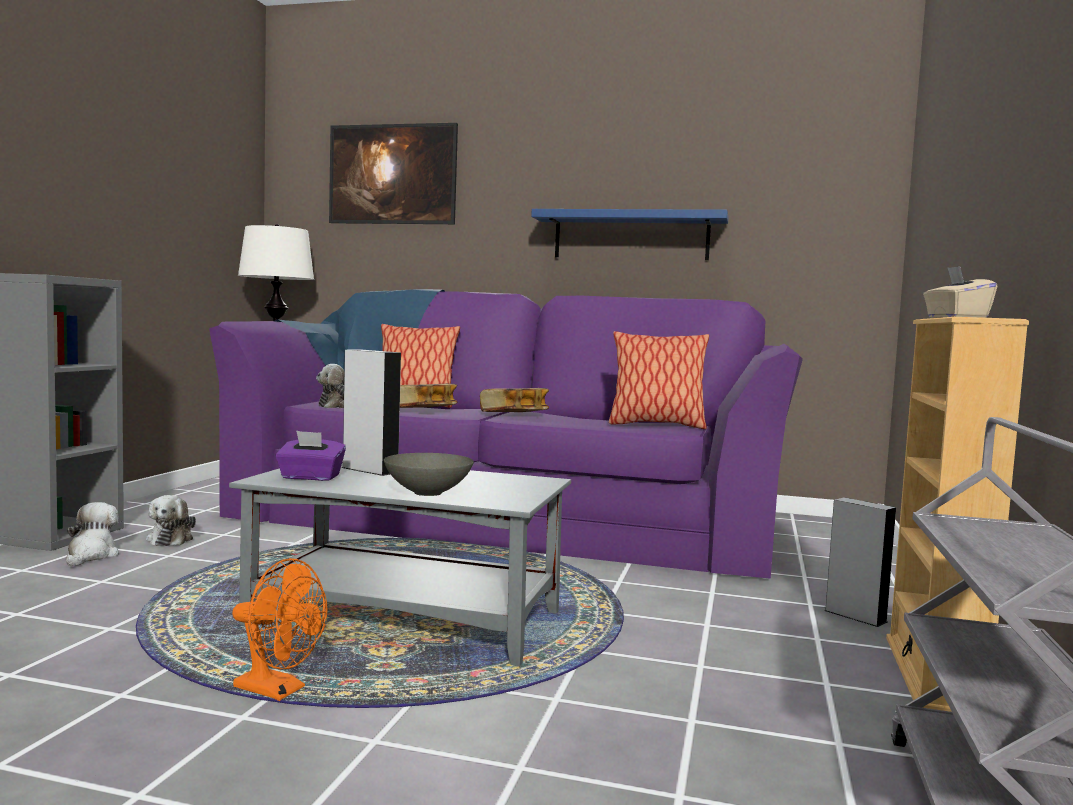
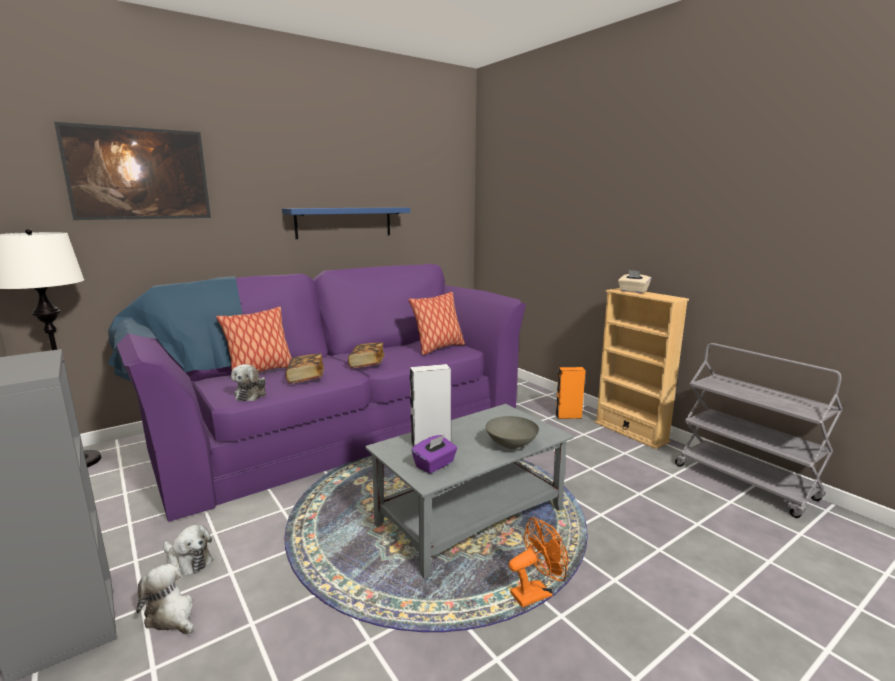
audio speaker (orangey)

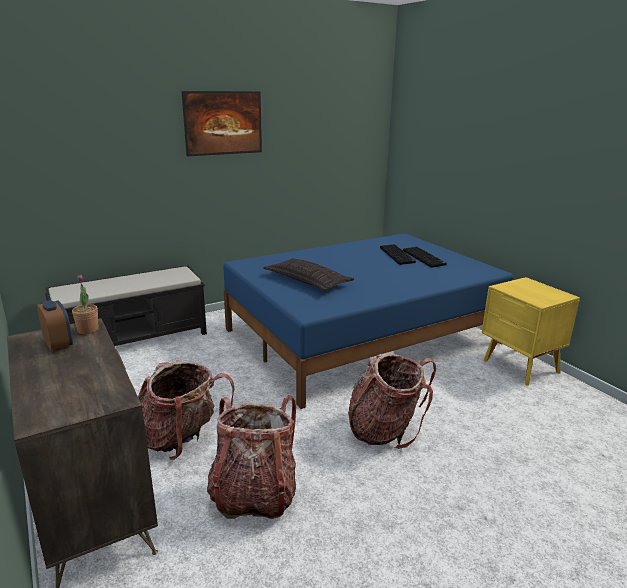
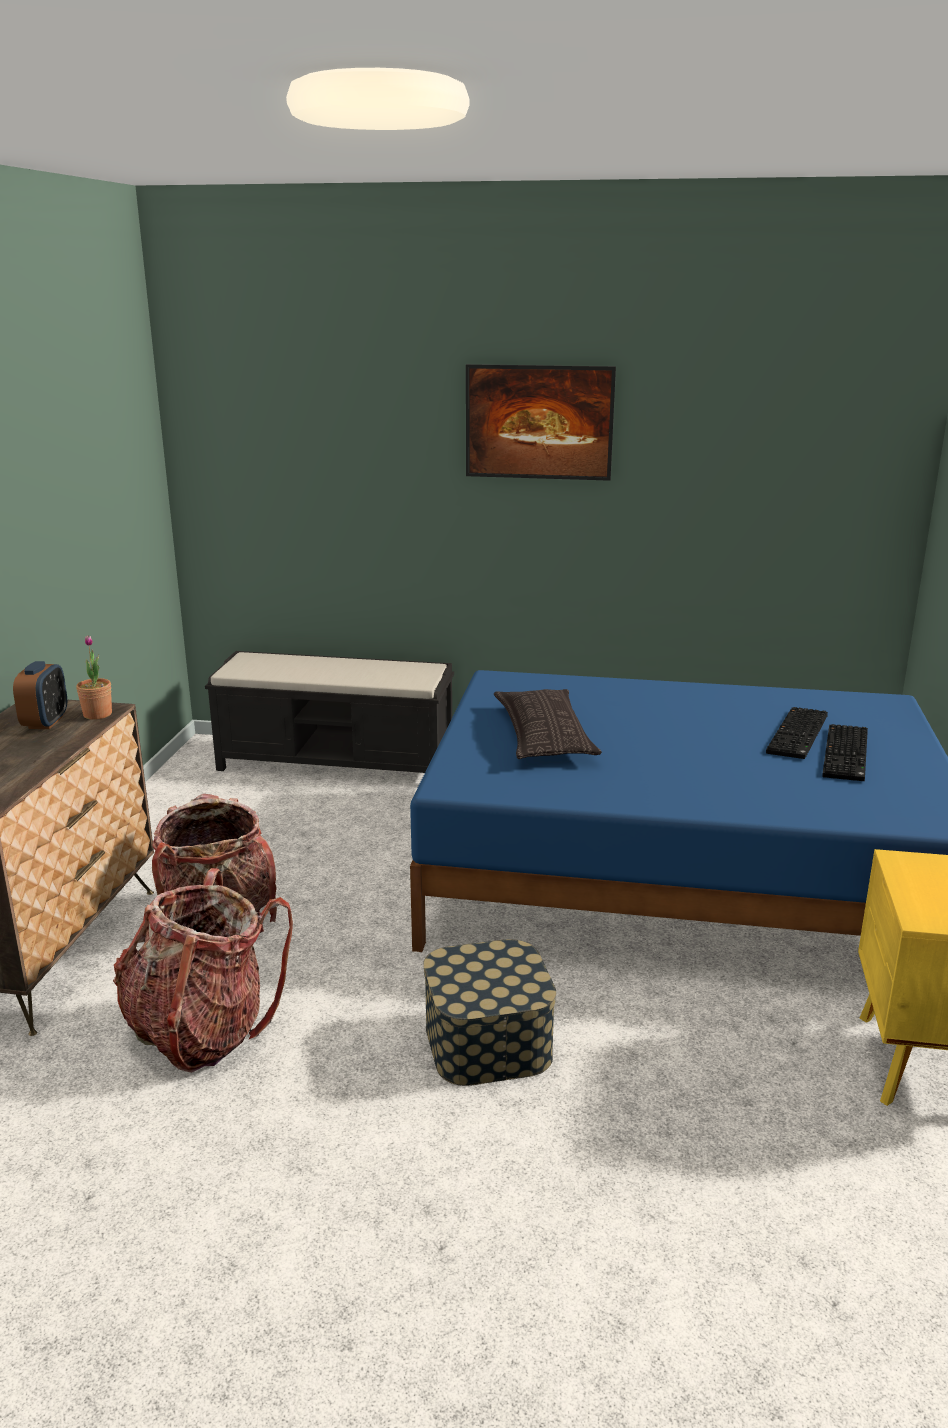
storage container

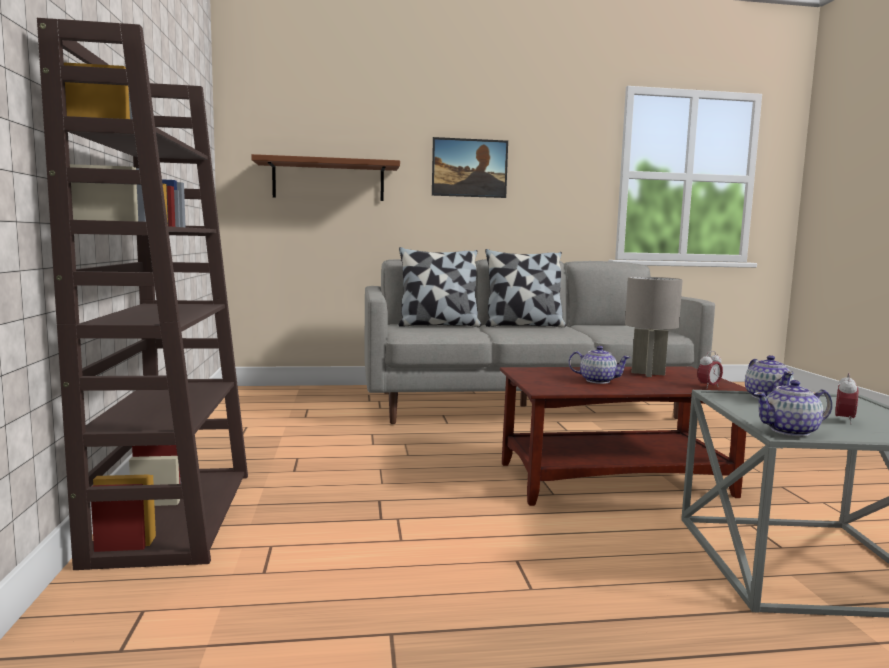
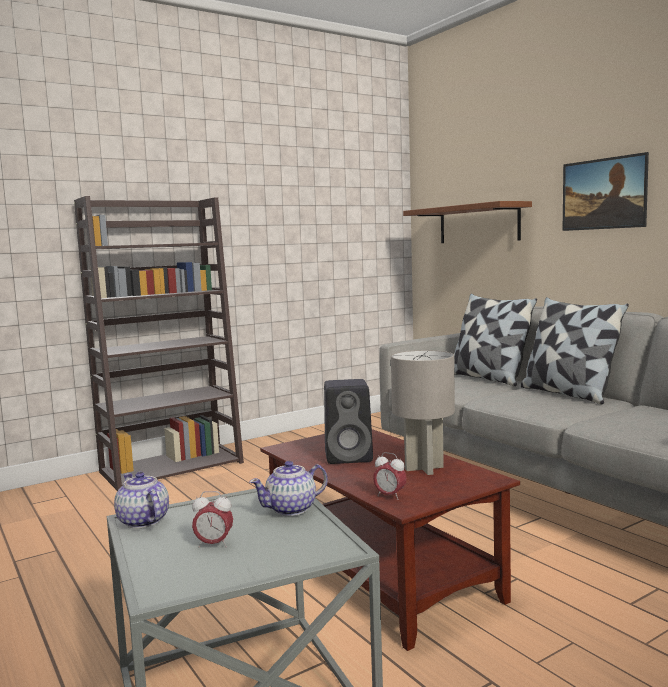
audio speaker (black-coloured)

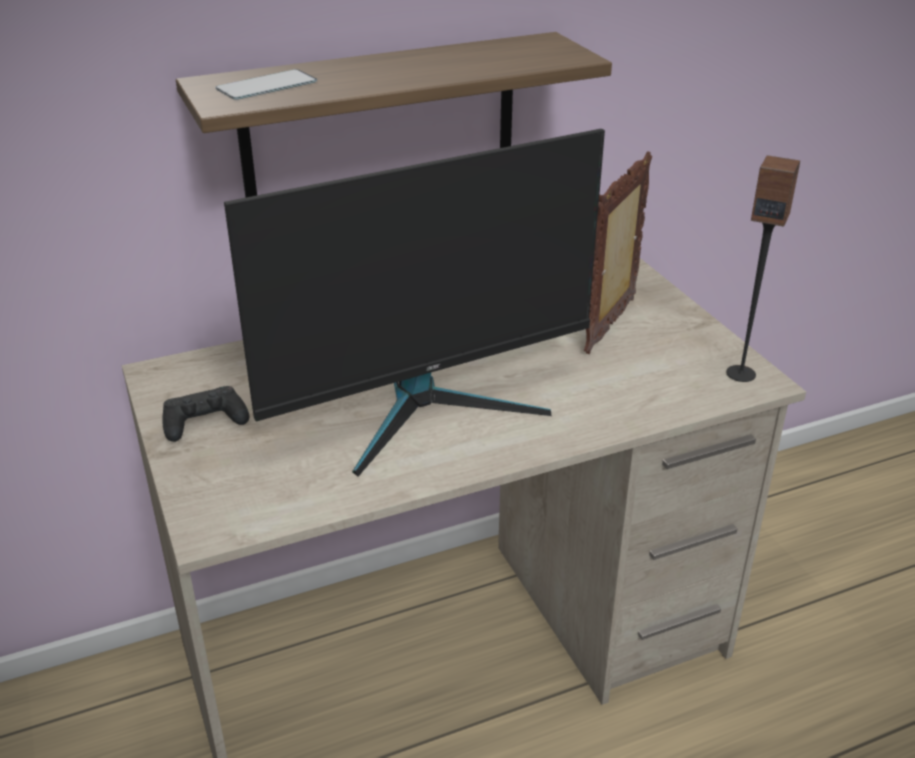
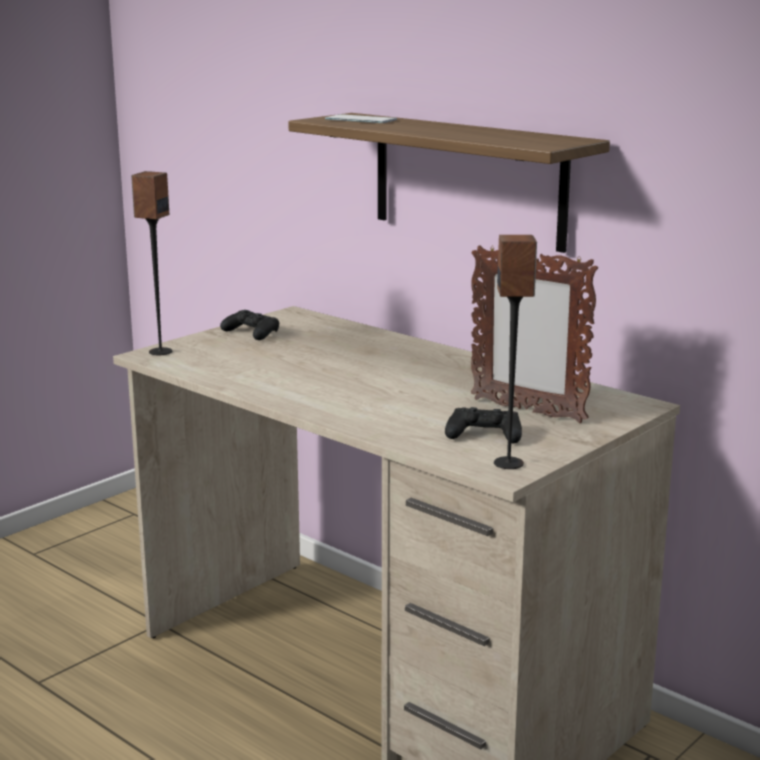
computer display
audio speaker (no. 1 from left)
gamepad (black-coloured) (no. 2 from left)
picture frame

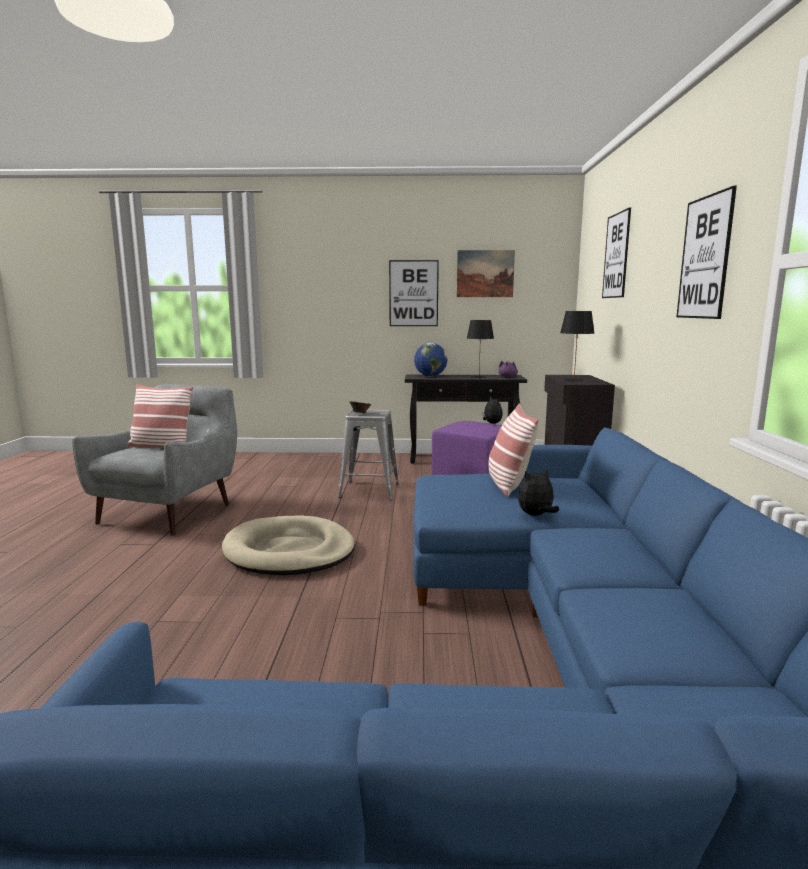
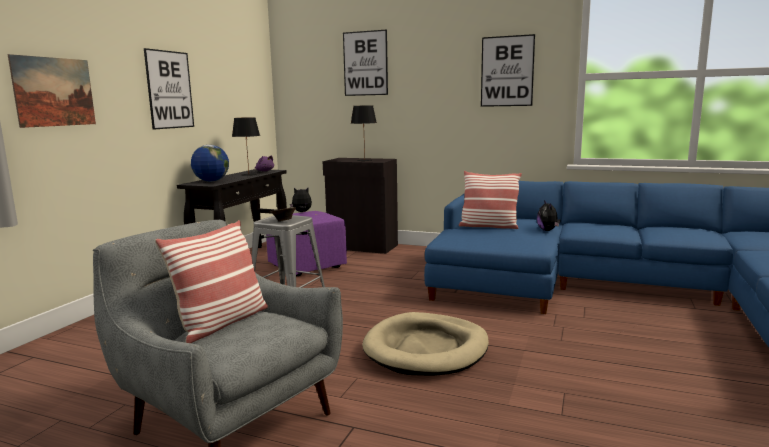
picture (no. 1 from left)

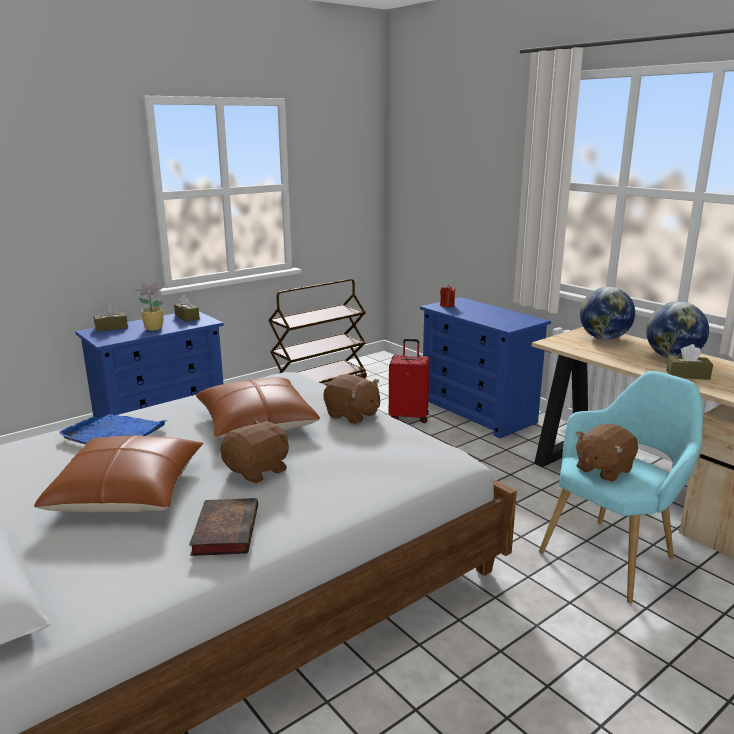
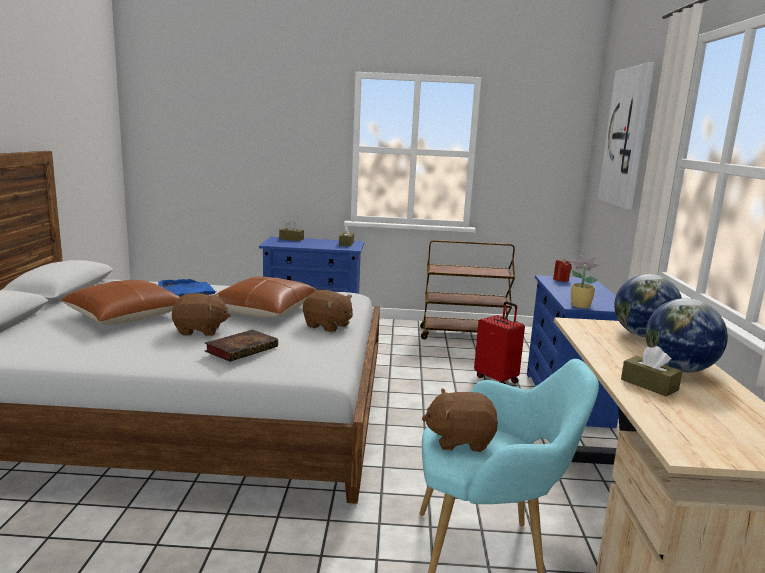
picture
potted plant
volume
soft toy (brown) (no. 2 from left)

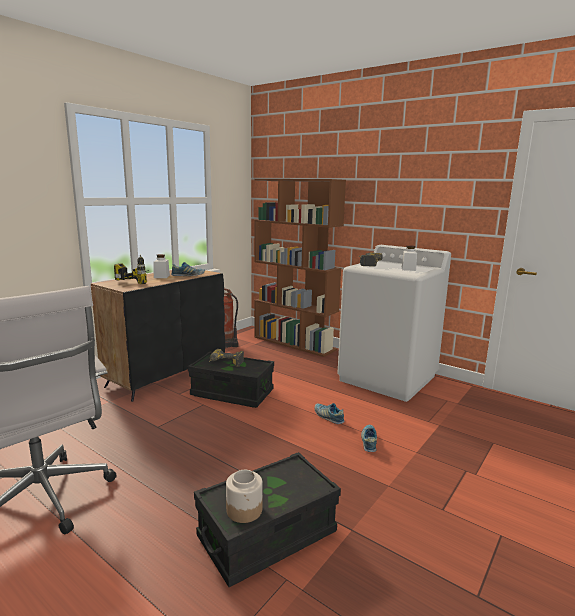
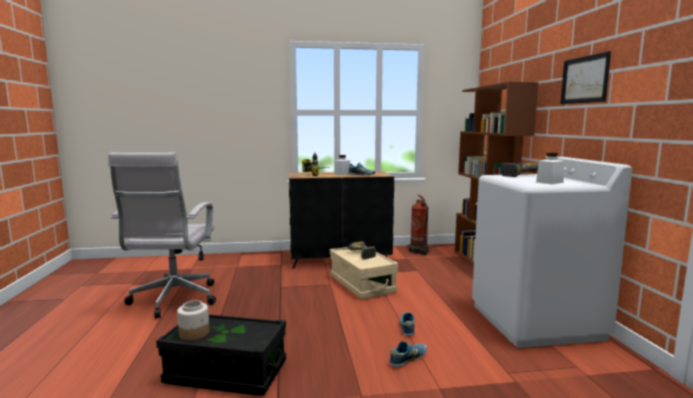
picture
storage container (beige-coloured)

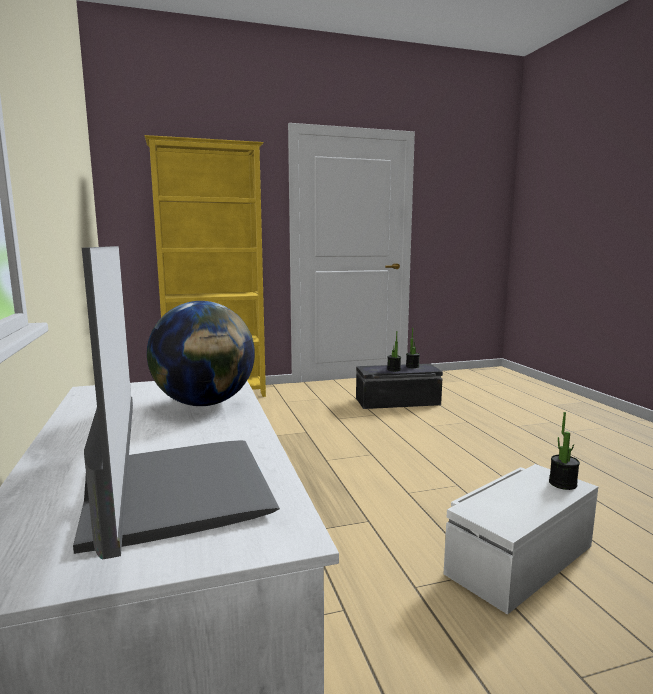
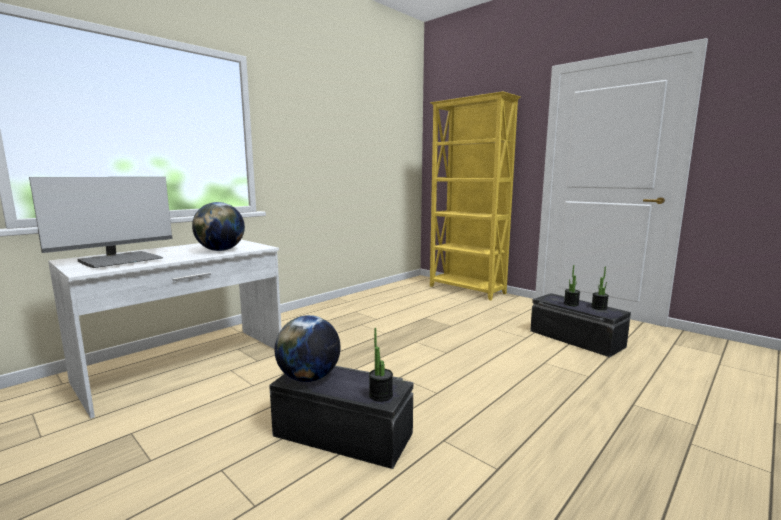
world globe (no. 2 from left)
storage container (black-coloured) (no. 1 from left)

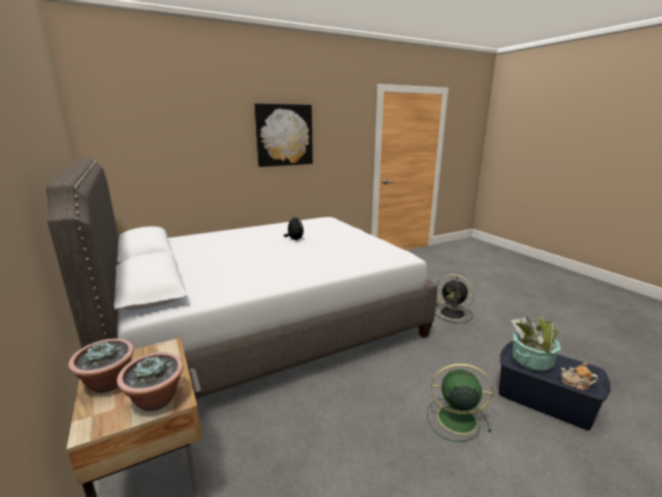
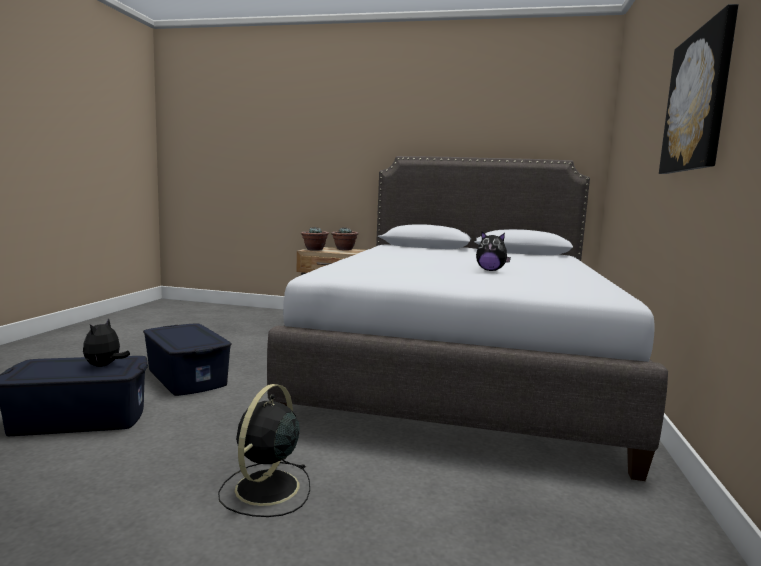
tea pot
storage container (blue) (no. 2 from left)
soft toy (no. 1 from left)
cooling fan (black-coloured)

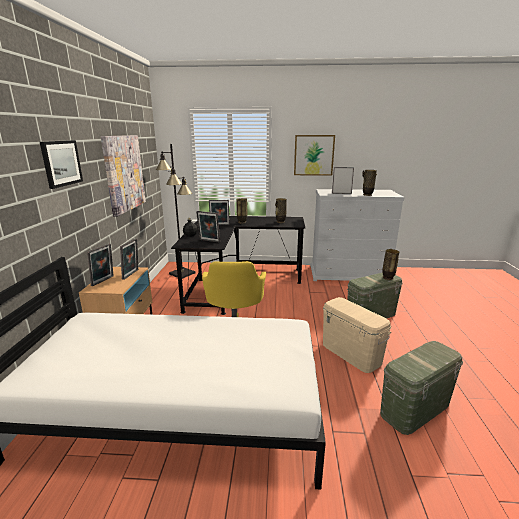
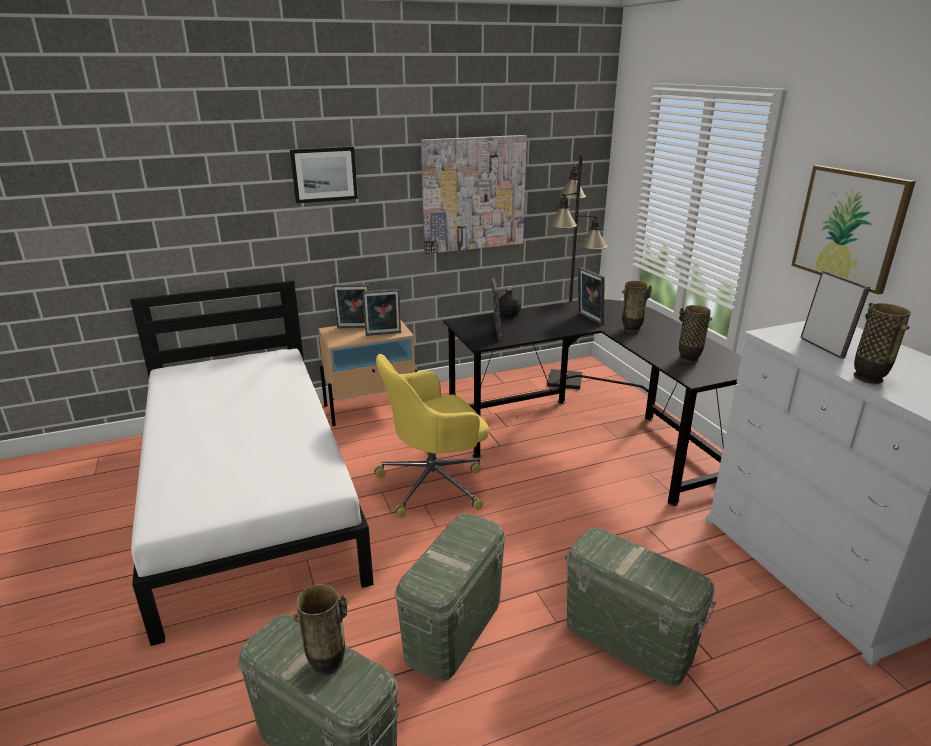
decorative vase (no. 1 from left)
storage container (green-coloured) (no. 2 from left)

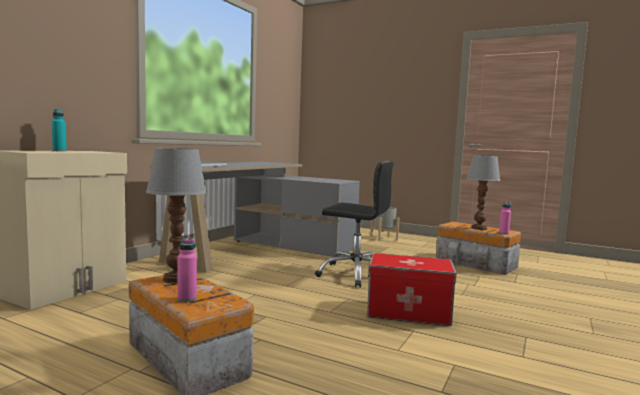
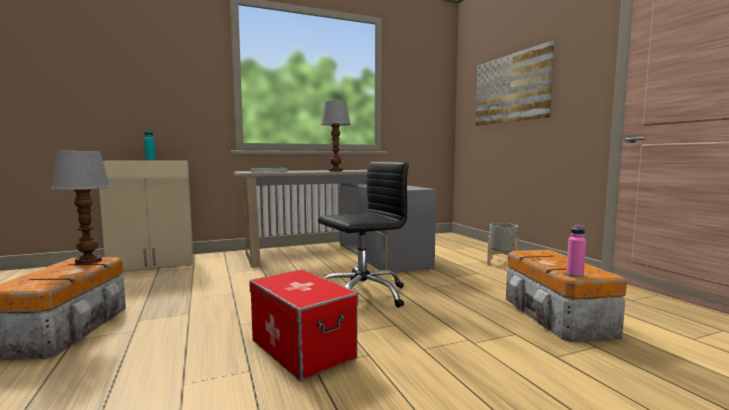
drink bottle (pinkish) (no. 1 from left in the first image)
picture
lamp for a table (no. 2 from left)
computer chair (black-coloured)

